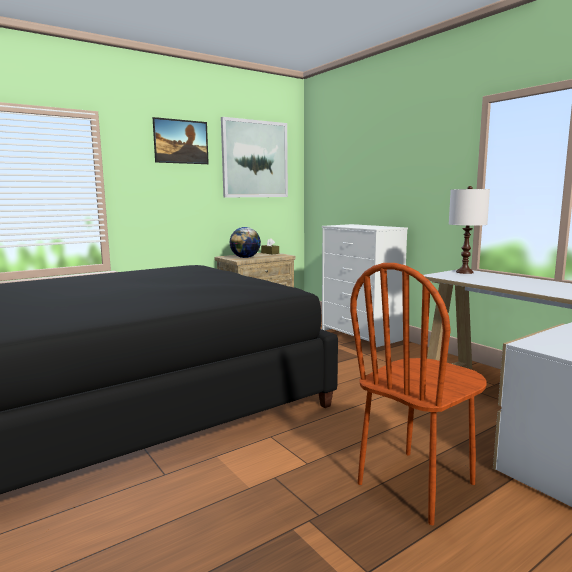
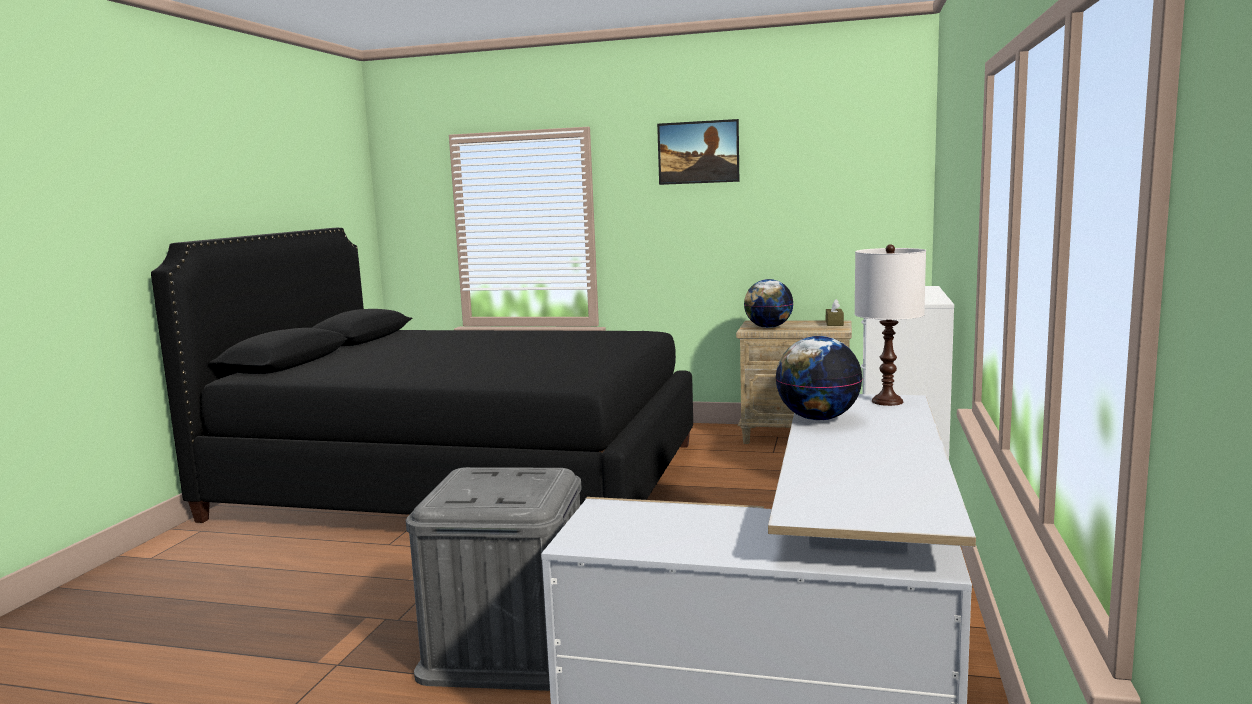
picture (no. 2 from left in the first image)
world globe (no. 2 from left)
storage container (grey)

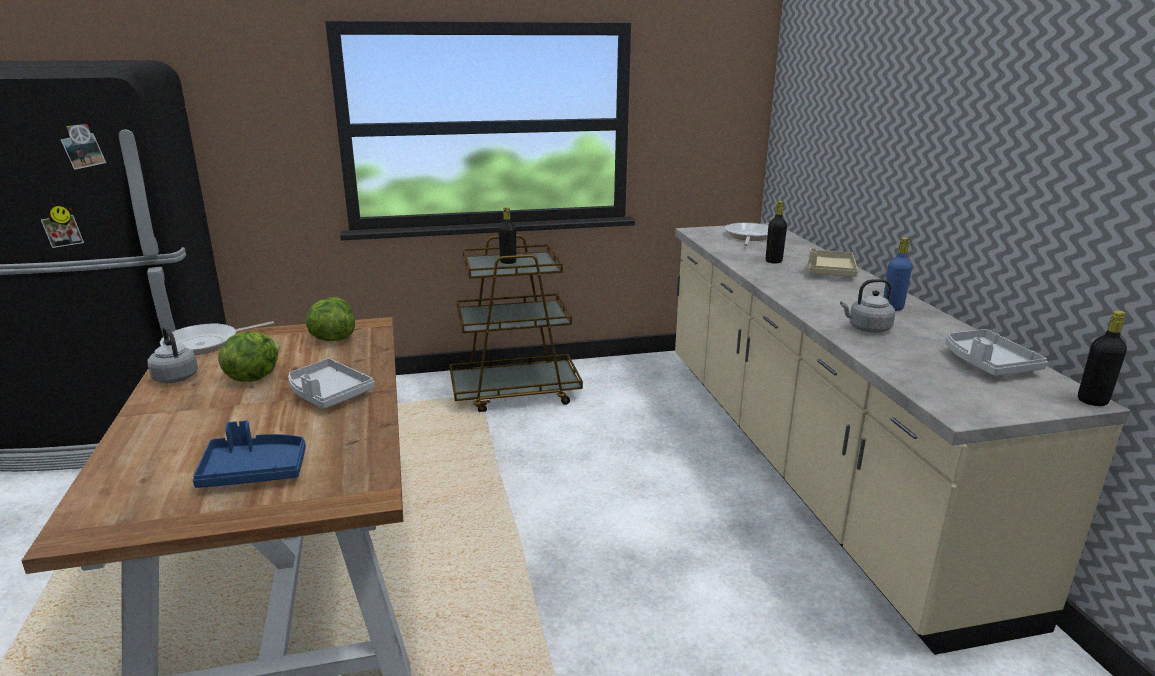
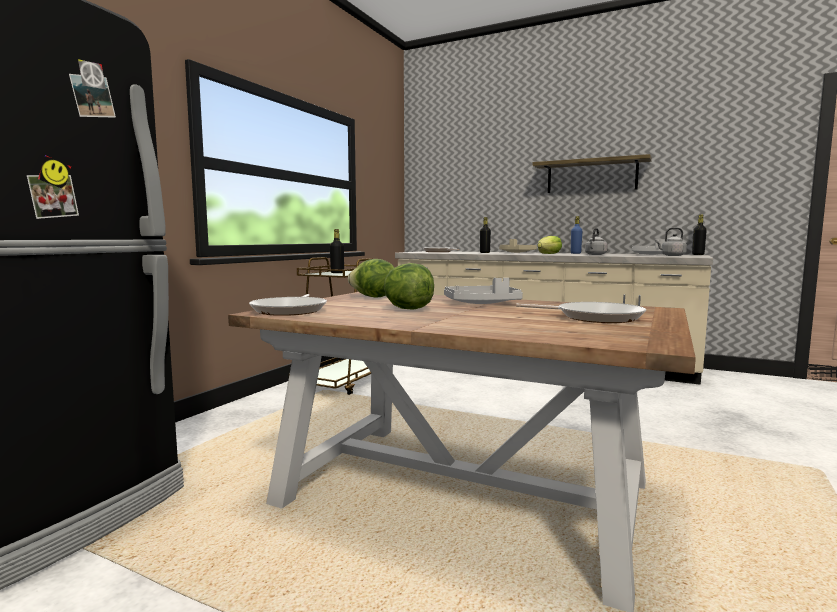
bracket shelf
lettuce head (no. 3 from left)
kettle (grey) (no. 2 from left)
skillet (no. 3 from left)

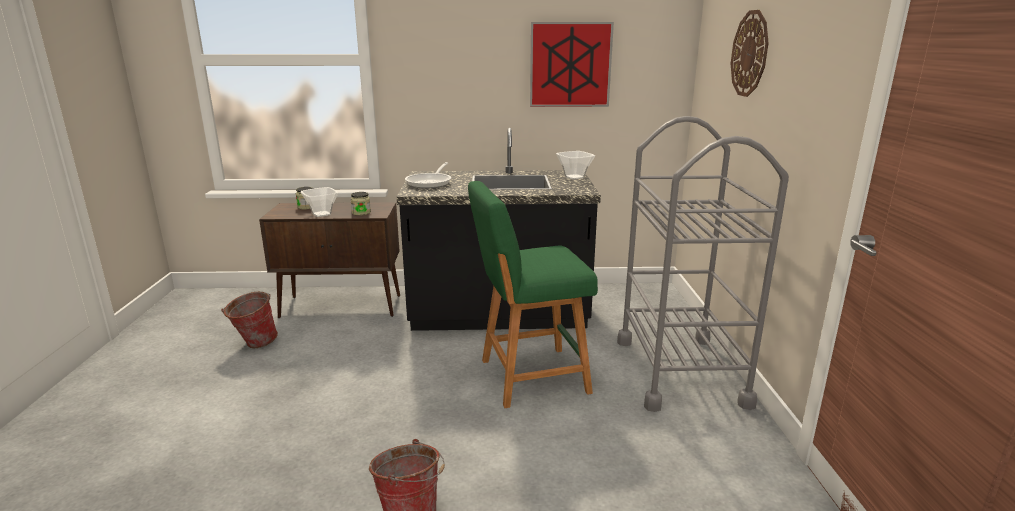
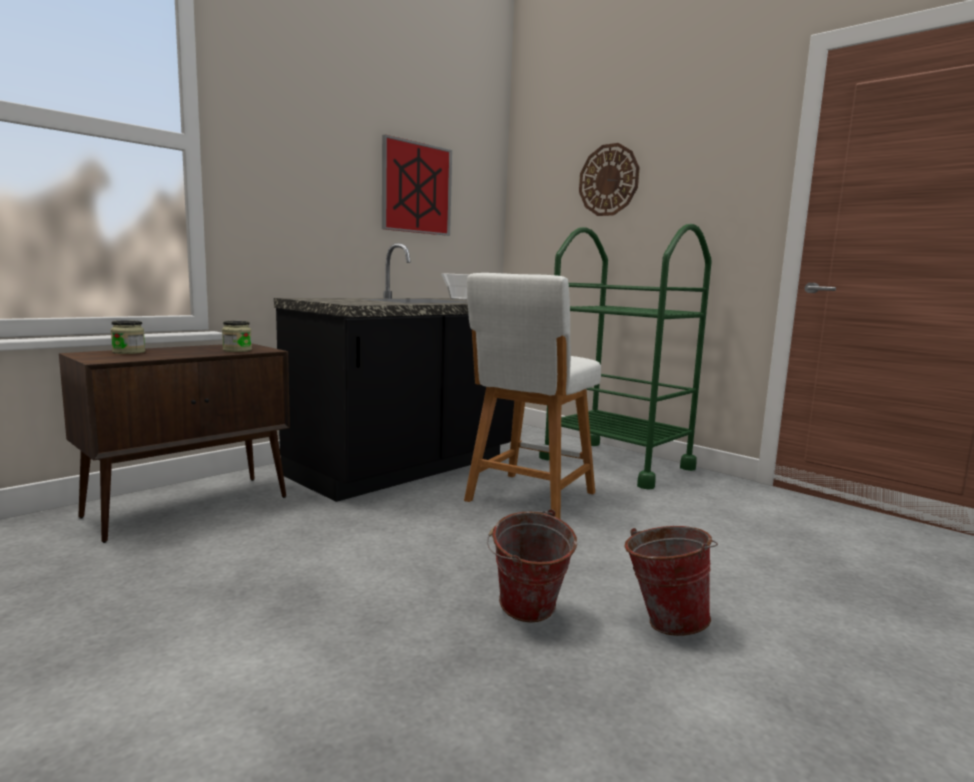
serving bowl (no. 1 from left in the first image)
skillet
water bucket (no. 1 from left)
sitting stool (whitish)
wheeled cart (green-coloured)

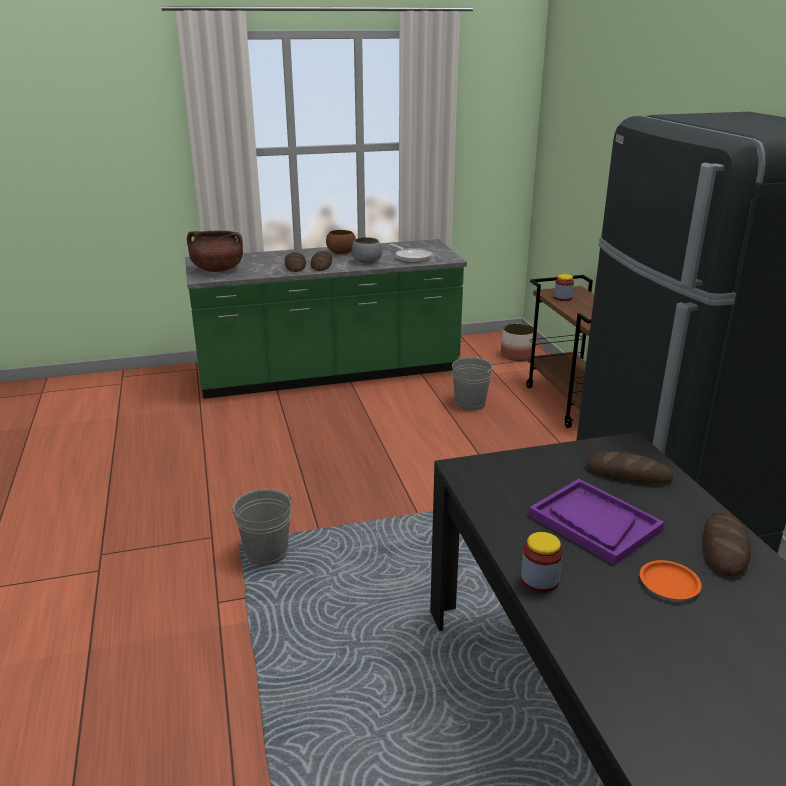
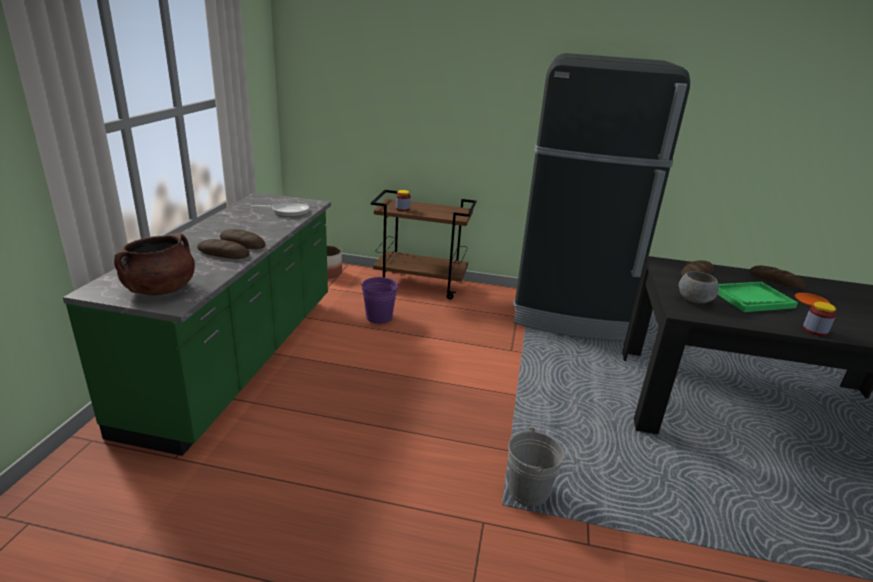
serving bowl (brown)
serving bowl (grey)
water bucket (purplish)
serving tray (green-coloured)

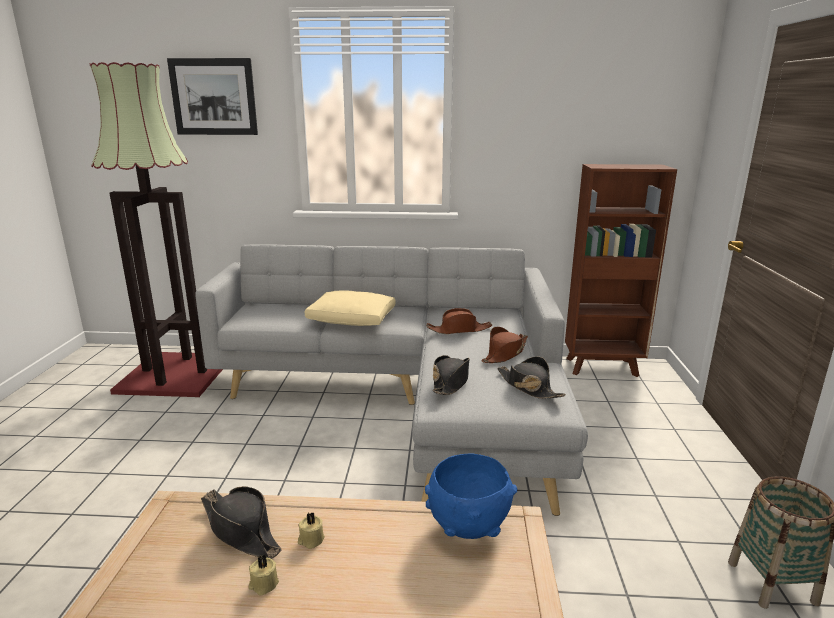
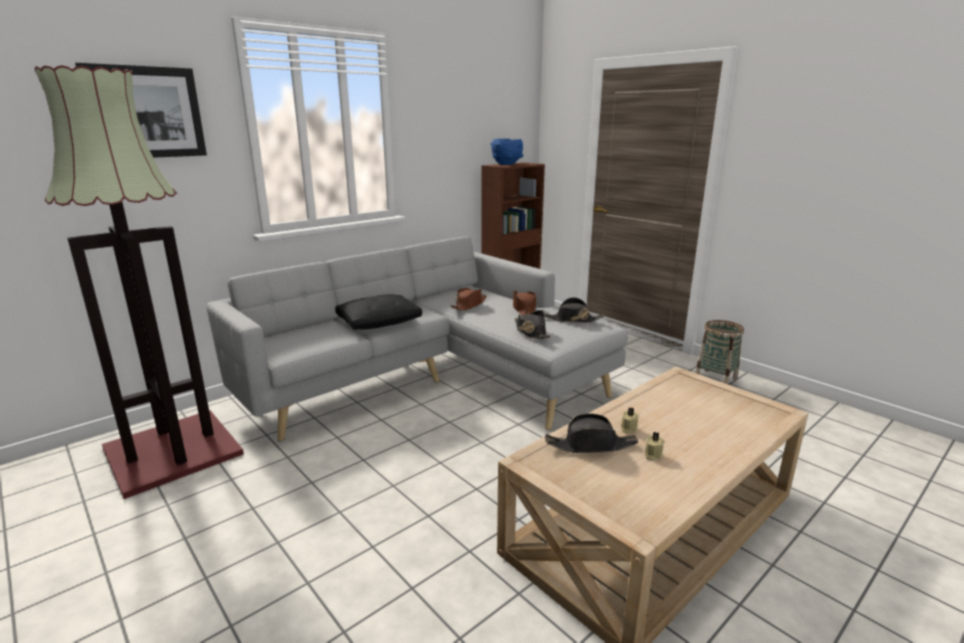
serving bowl (blue)
pillow (black-coloured)

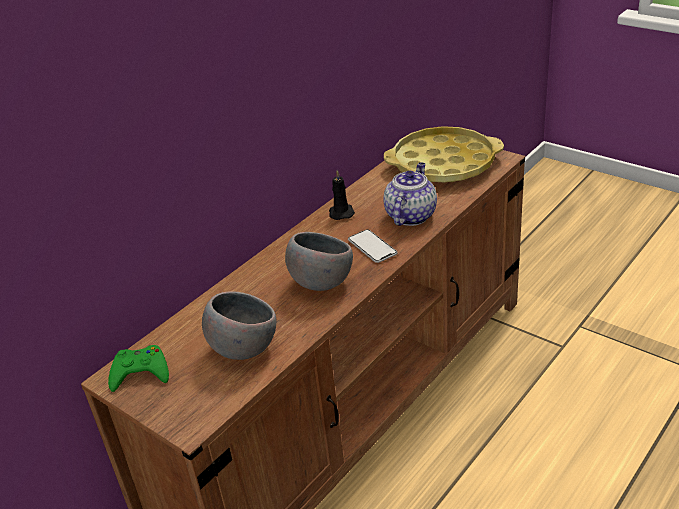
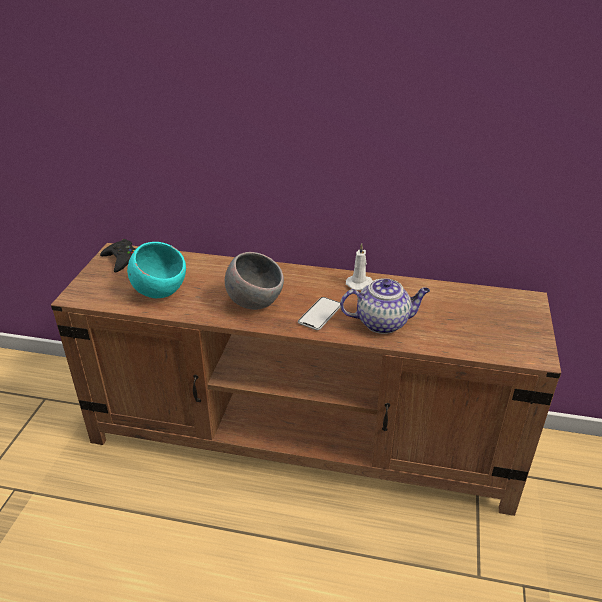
serving tray (yellow-coloured)
gamepad (black-coloured)
serving bowl (turquoise-coloured)
wax candle (whitish)

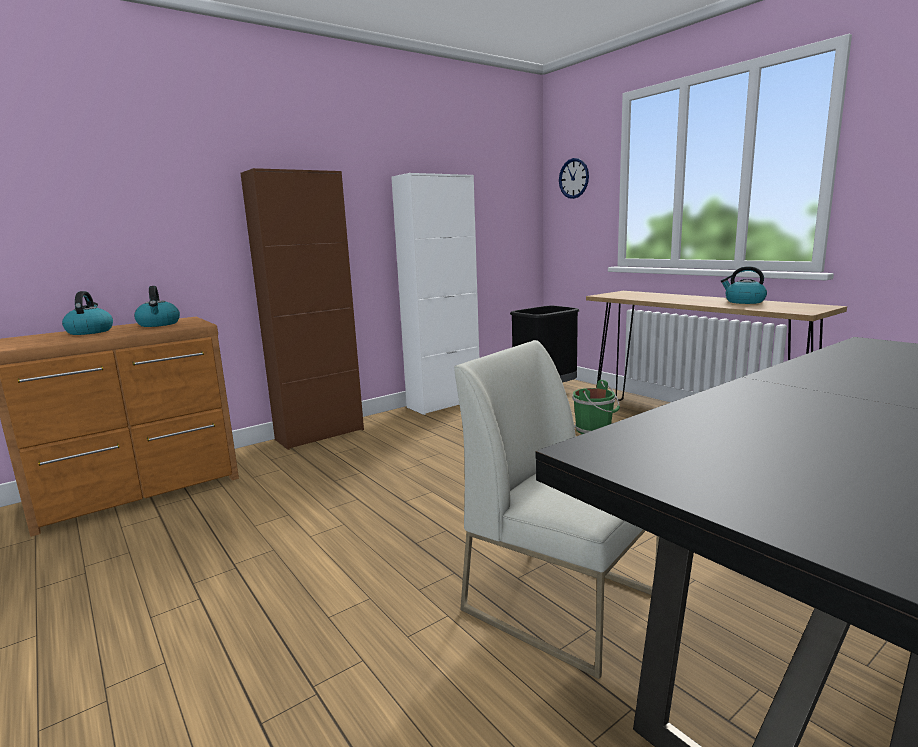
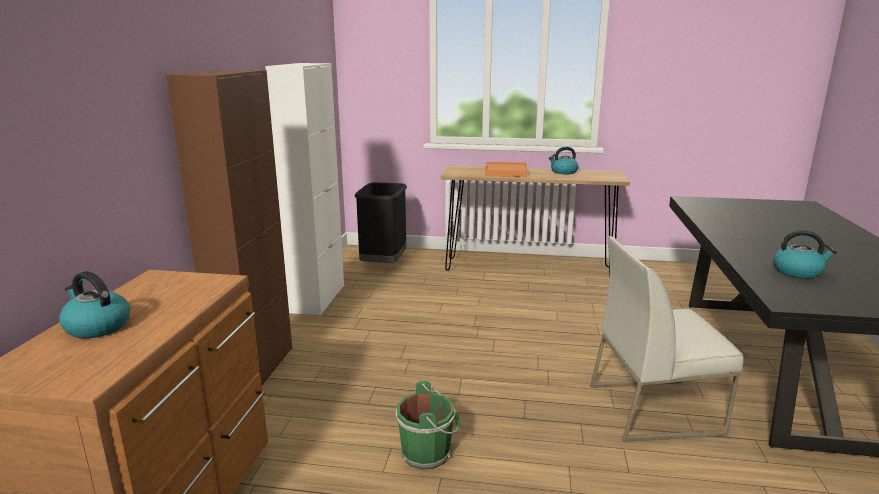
clock on the wall
serving tray (orangey)
kettle (no. 3 from left)
water bucket (green-coloured)

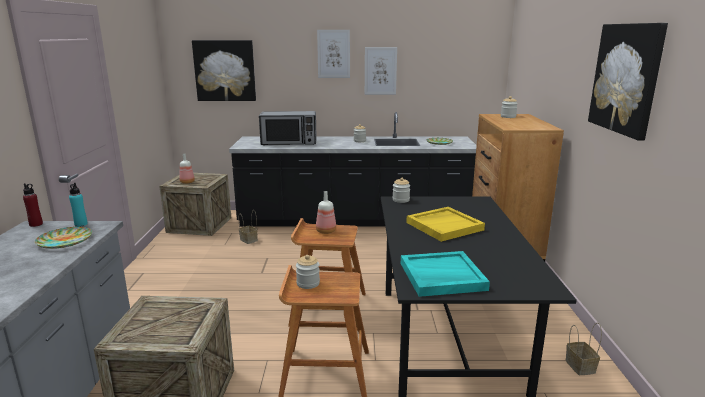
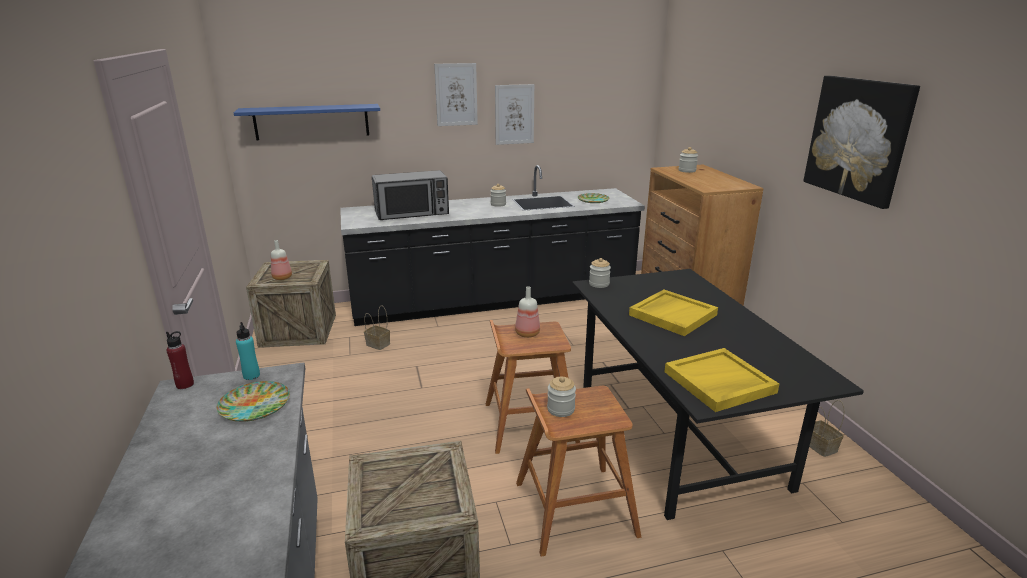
bracket shelf (blue)
serving tray (yellow-coloured) (no. 2 from left)

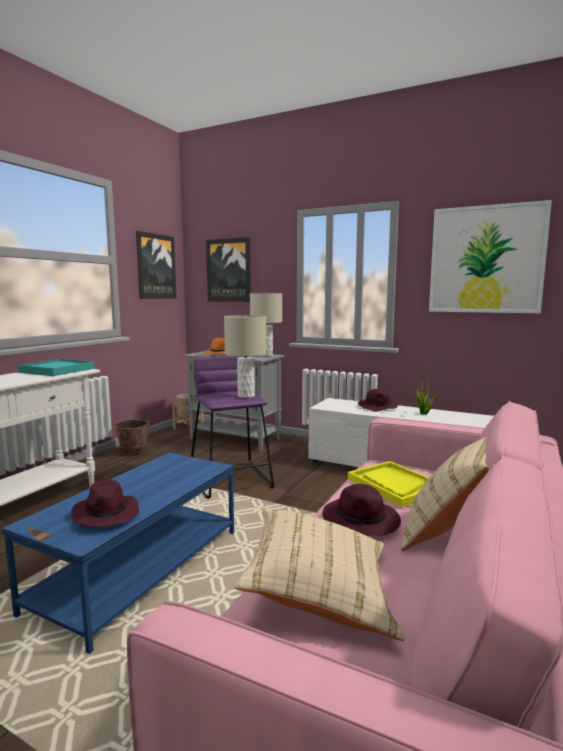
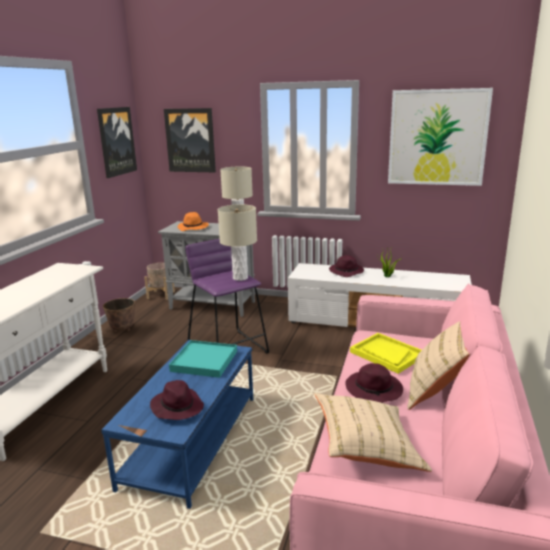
serving tray (turquoise-coloured)

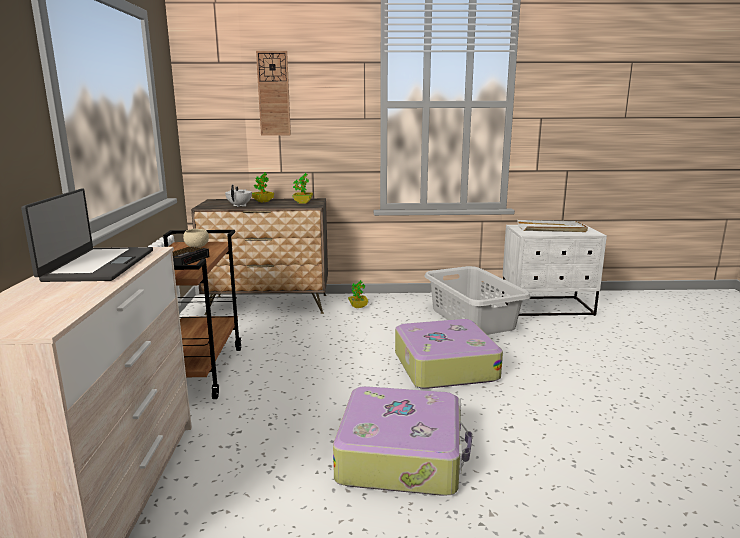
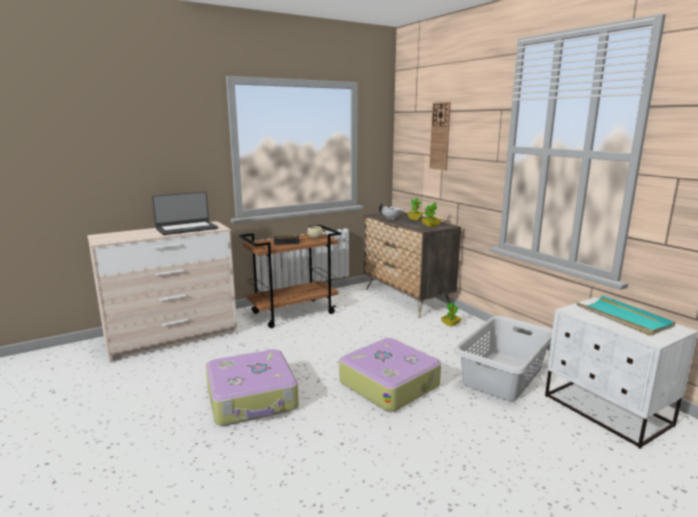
serving tray (turquoise-coloured)

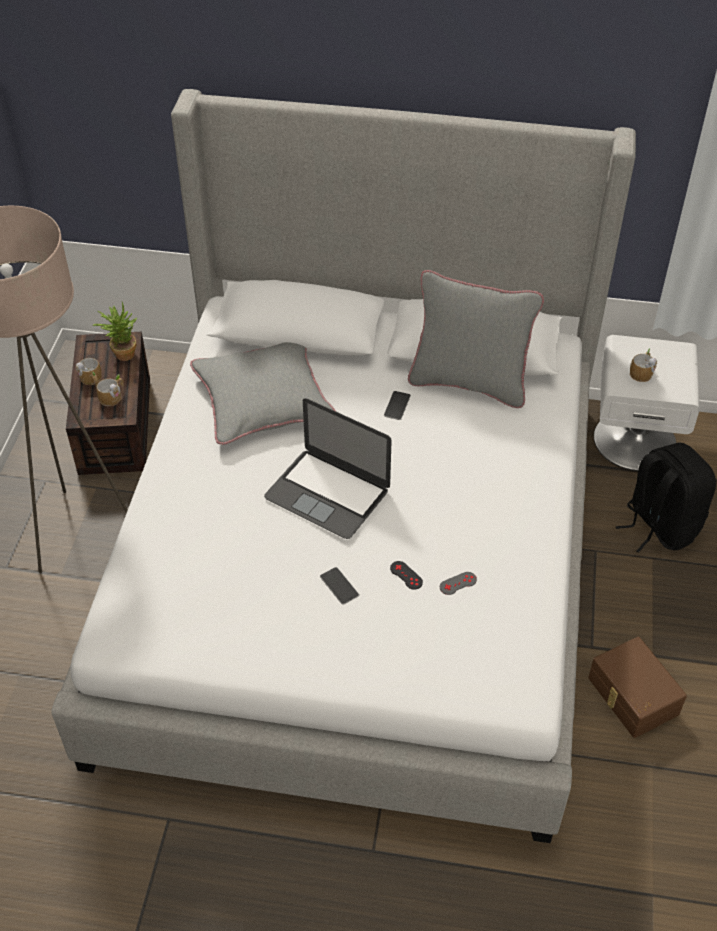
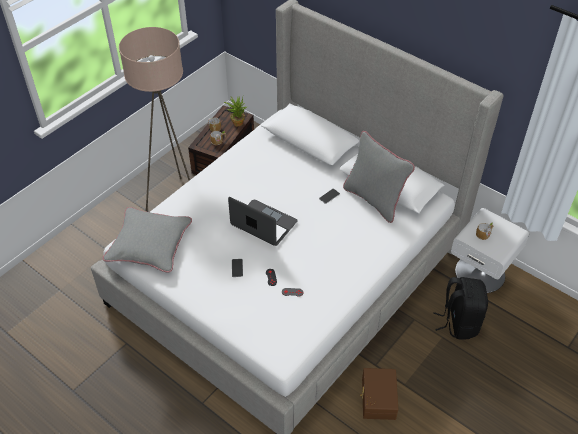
pillow (grey) (no. 1 from left)
laptop

